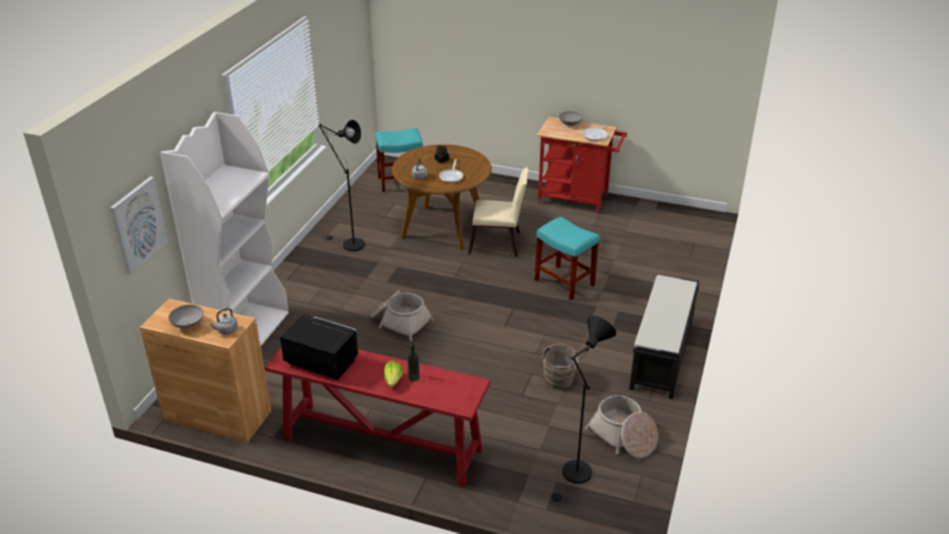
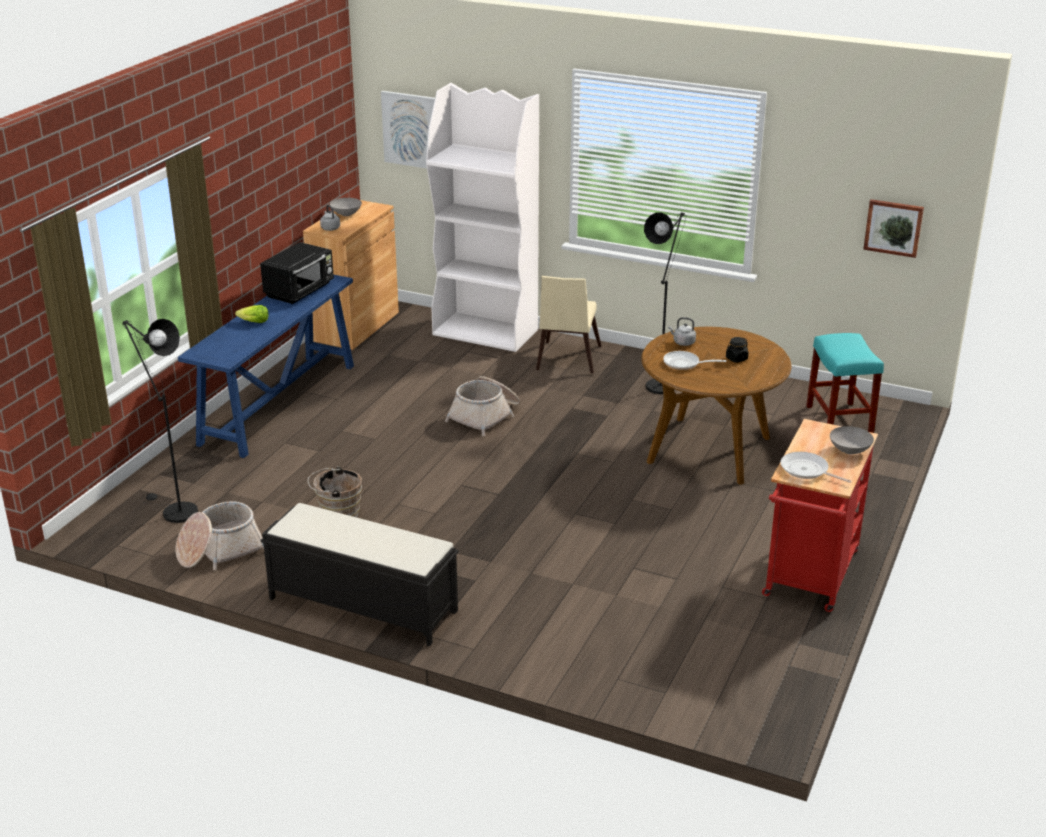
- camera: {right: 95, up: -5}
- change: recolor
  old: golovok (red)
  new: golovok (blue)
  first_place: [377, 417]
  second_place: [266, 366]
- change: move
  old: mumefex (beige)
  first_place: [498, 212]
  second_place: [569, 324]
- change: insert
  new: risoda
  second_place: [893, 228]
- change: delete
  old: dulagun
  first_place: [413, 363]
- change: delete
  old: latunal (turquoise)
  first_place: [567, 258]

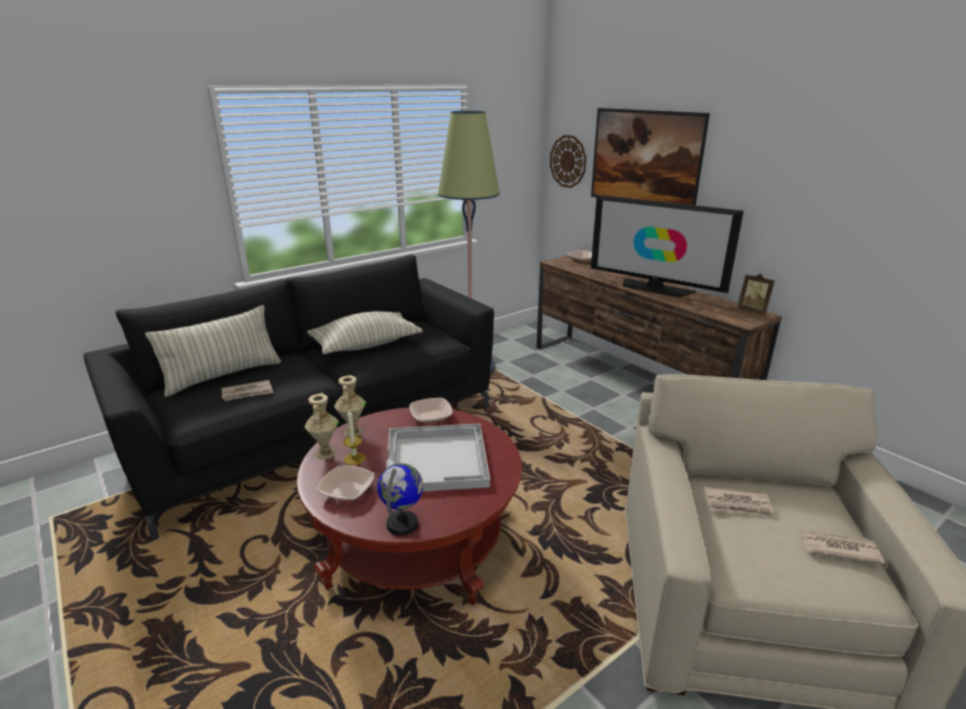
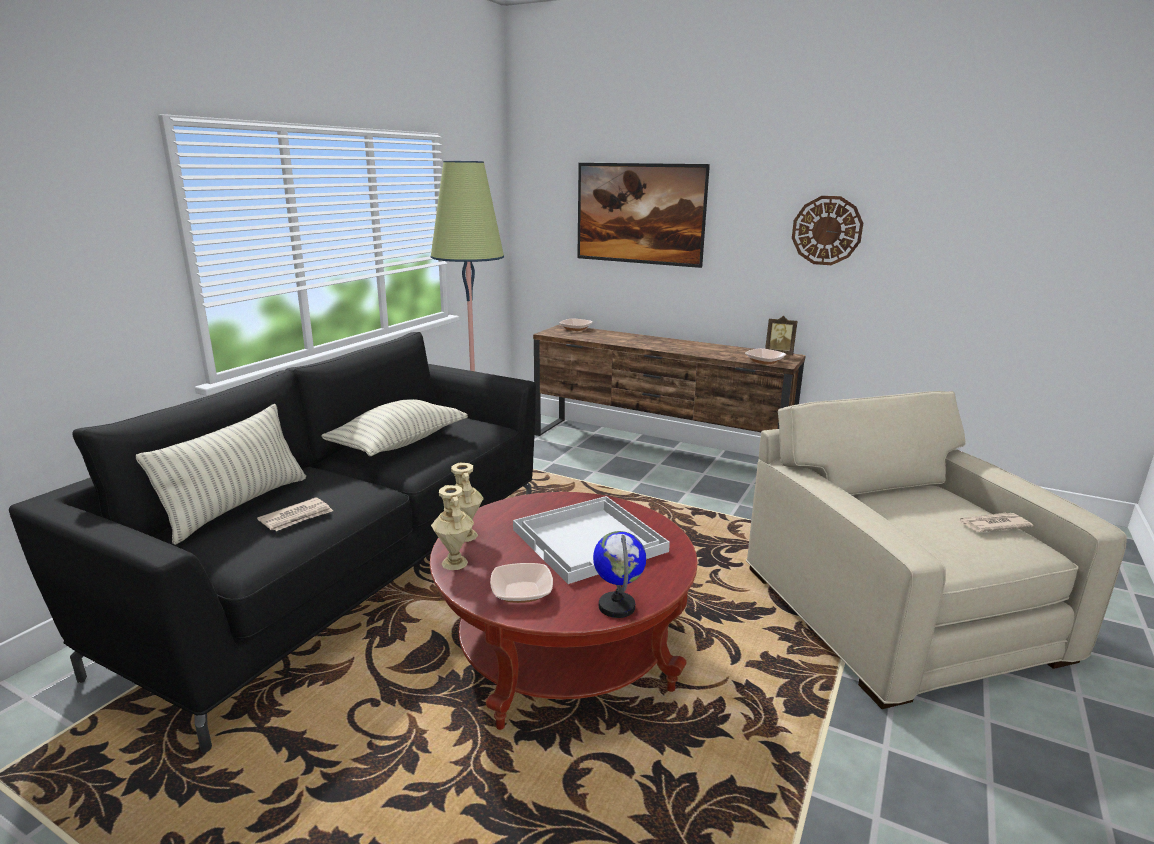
- camera: {right: -25, up: -5}
- change: move
  old: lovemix
  first_place: [431, 411]
  second_place: [765, 356]
- change: move
  old: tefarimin
  first_place: [568, 161]
  second_place: [827, 230]
- change: delete
  old: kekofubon
  first_place: [354, 437]
- change: delete
  old: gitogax
  first_place: [667, 246]
- change: delete
  old: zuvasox
  first_place: [739, 502]

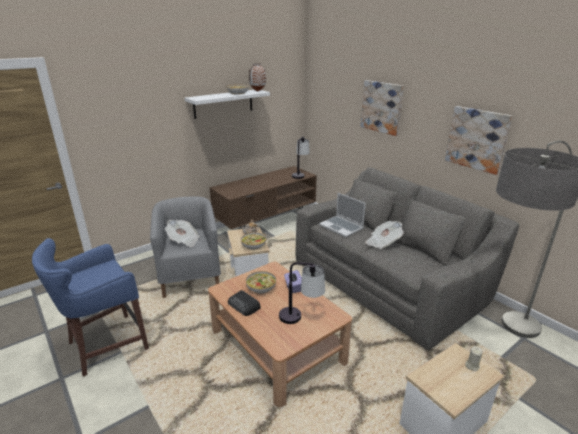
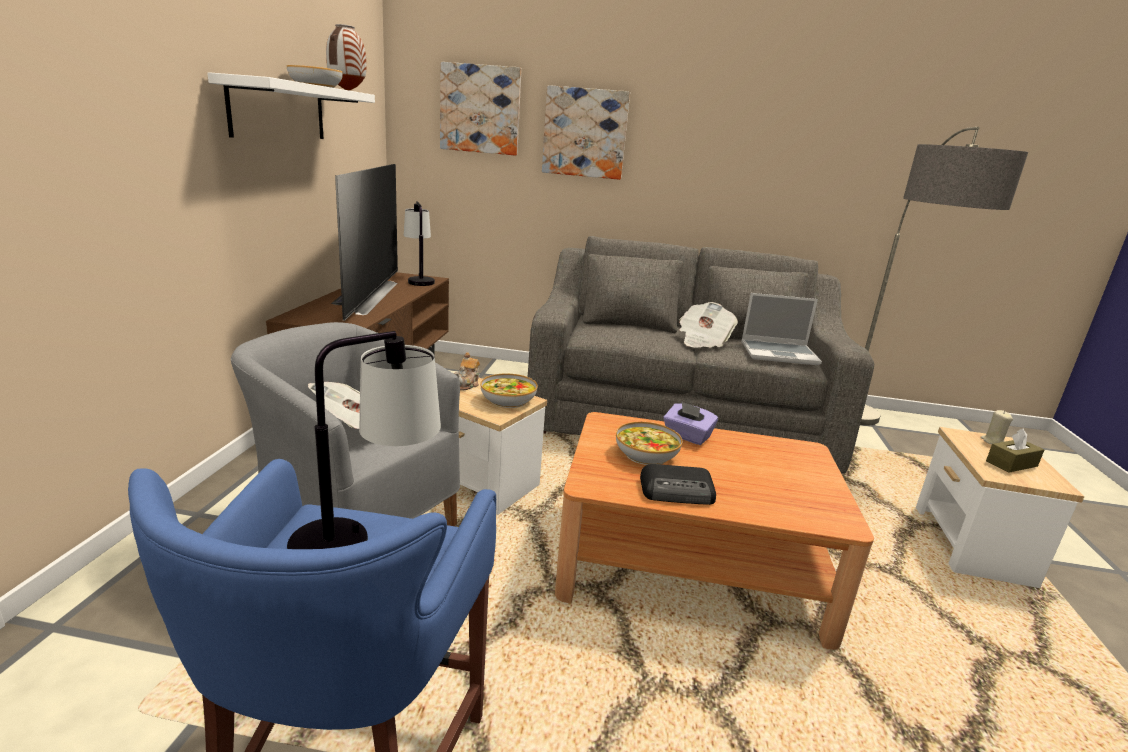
- camera: {right: -45, up: -5}
- change: move
  old: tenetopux
  first_place: [302, 293]
  second_place: [364, 440]
- change: insert
  new: gitogax
  second_place: [364, 242]
- change: move
  old: risoda
  first_place: [478, 140]
  second_place: [481, 108]
- change: move
  old: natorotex
  first_place: [342, 215]
  second_place: [781, 329]
- change: insert
  new: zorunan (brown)
  second_place: [1015, 450]

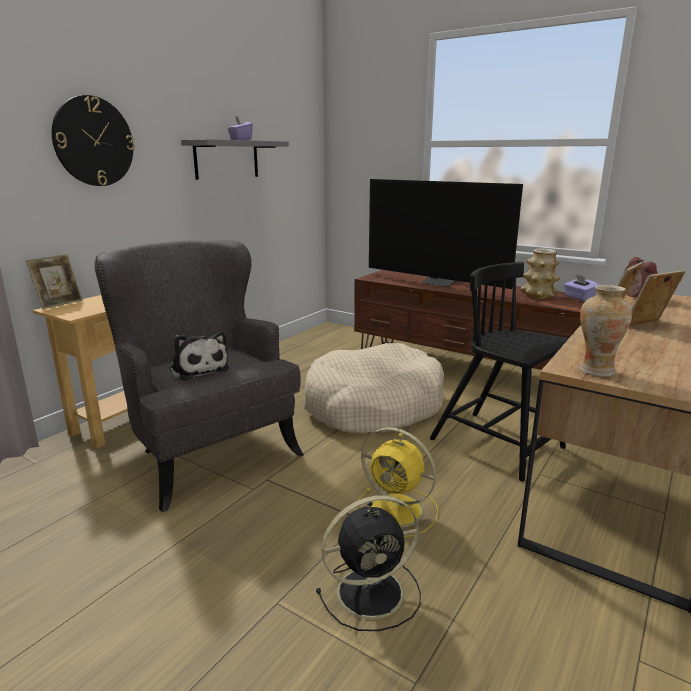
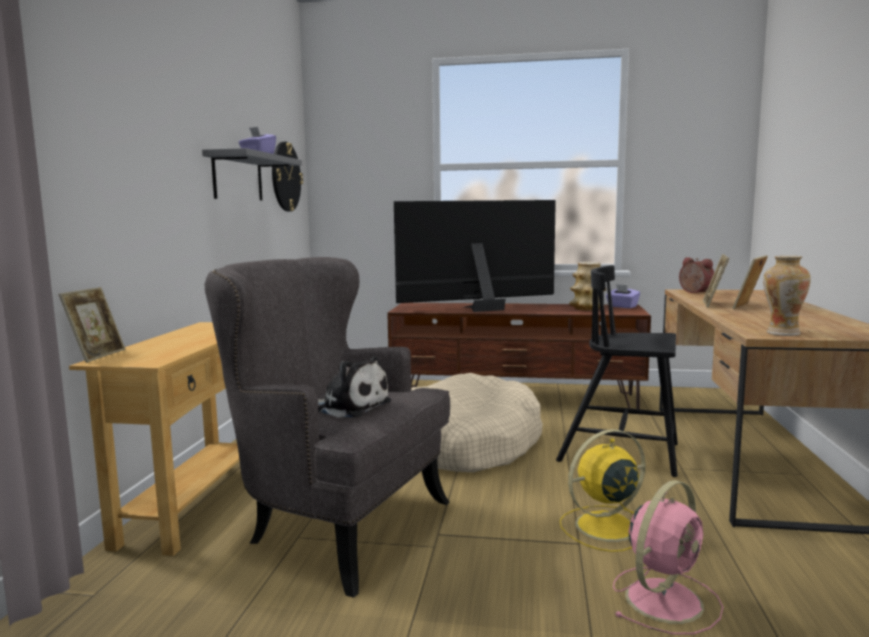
- camera: {right: -25, up: -10}
- change: move
  old: tefarimin
  first_place: [93, 140]
  second_place: [287, 177]
- change: rotate
  old: gitogax
  first_place: [446, 234]
  second_place: [475, 256]
  degrees: 150
- change: rotate
  old: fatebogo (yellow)
  first_place: [397, 482]
  second_place: [603, 490]
  degrees: 150
- change: recolor
  old: fatebogo (black)
  new: fatebogo (pink)
  first_place: [368, 563]
  second_place: [668, 557]

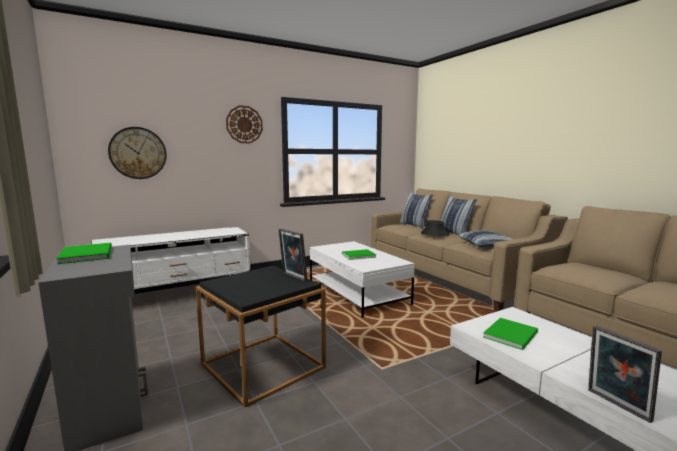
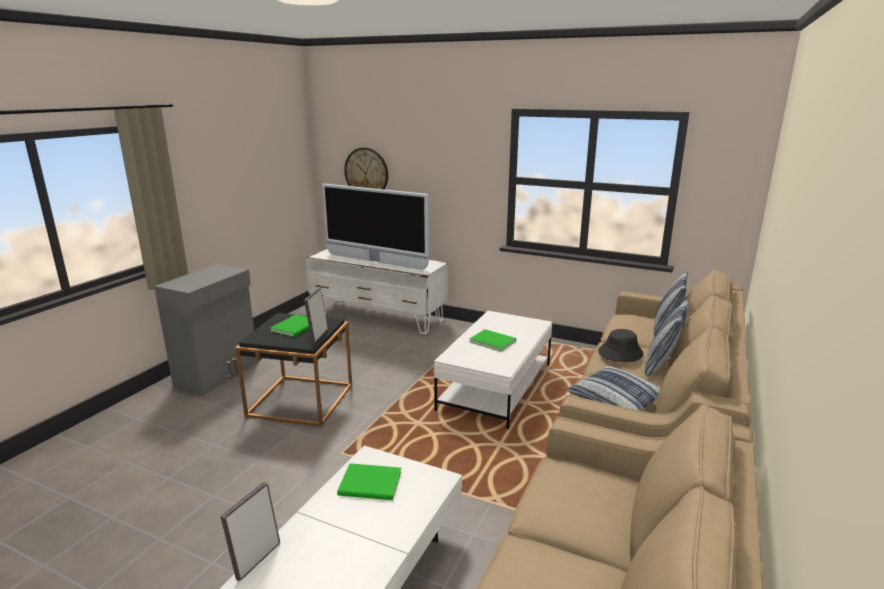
- camera: {right: 55, up: 10}
- change: move
  old: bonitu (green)
  first_place: [84, 253]
  second_place: [289, 325]
- change: insert
  new: gitogax
  second_place: [375, 227]
- change: delete
  old: tefarimin
  first_place: [244, 124]

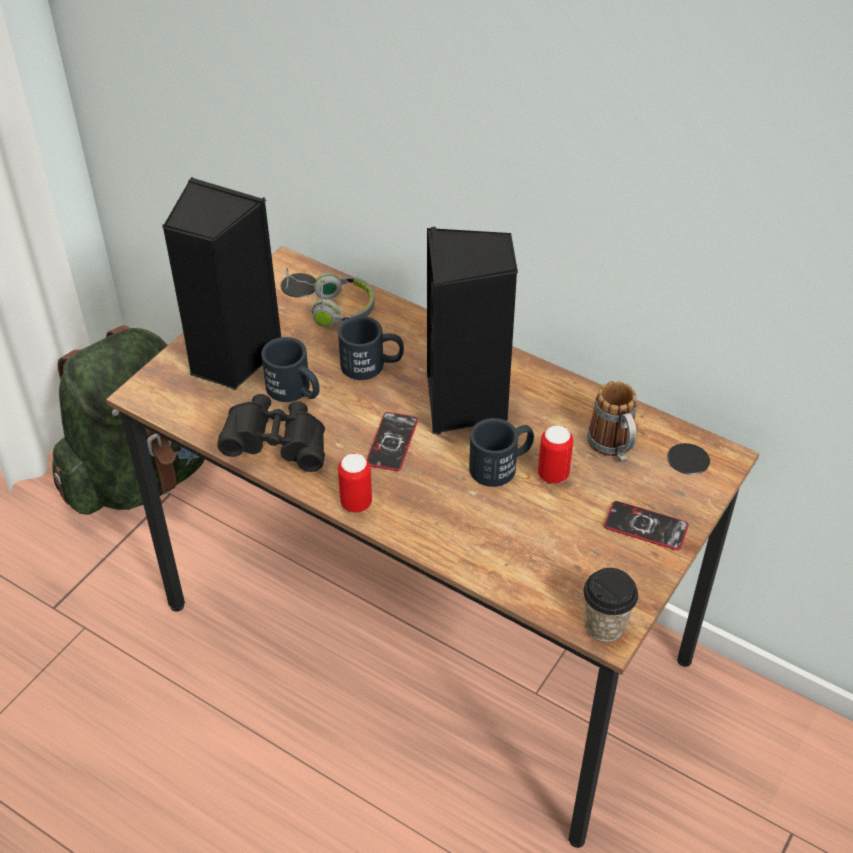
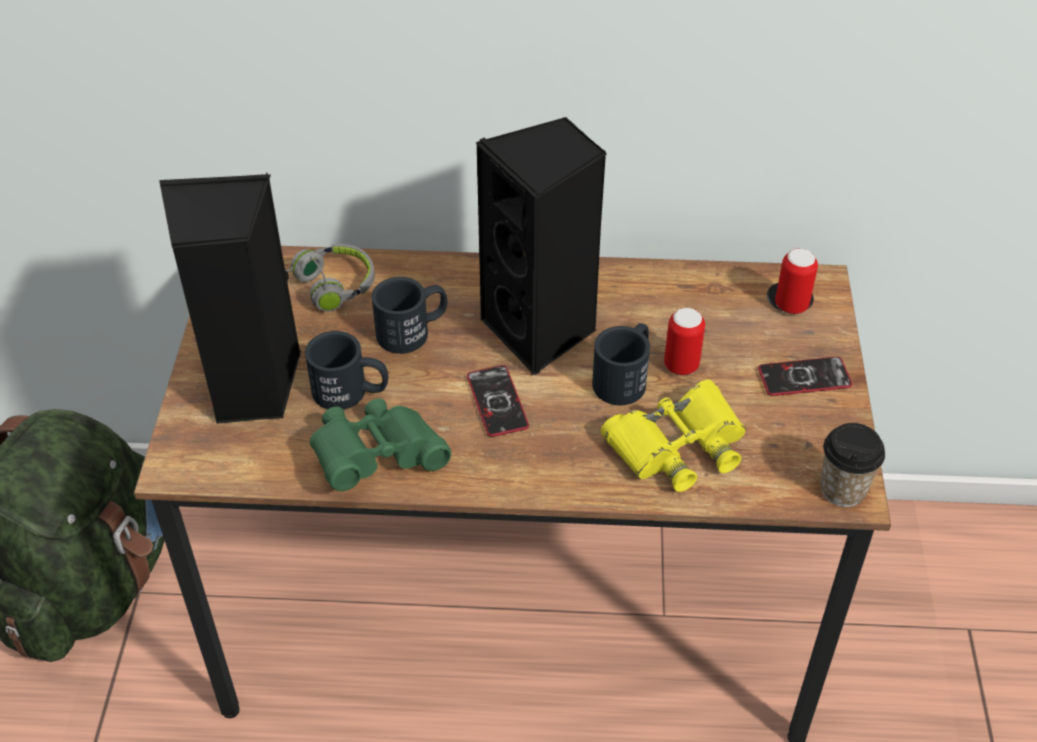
- camera: {right: -30, up: 0}
- change: recolor
  old: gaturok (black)
  new: gaturok (green)
  first_place: [271, 433]
  second_place: [380, 444]
- change: insert
  new: gaturok (yellow)
  second_place: [673, 436]
- change: move
  old: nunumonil
  first_place: [355, 482]
  second_place: [796, 281]
- change: delete
  old: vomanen
  first_place: [612, 421]

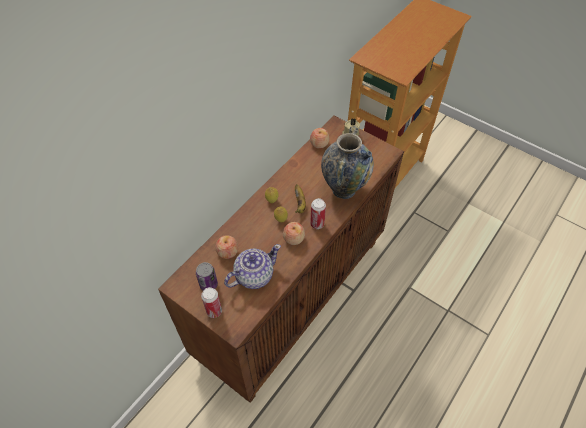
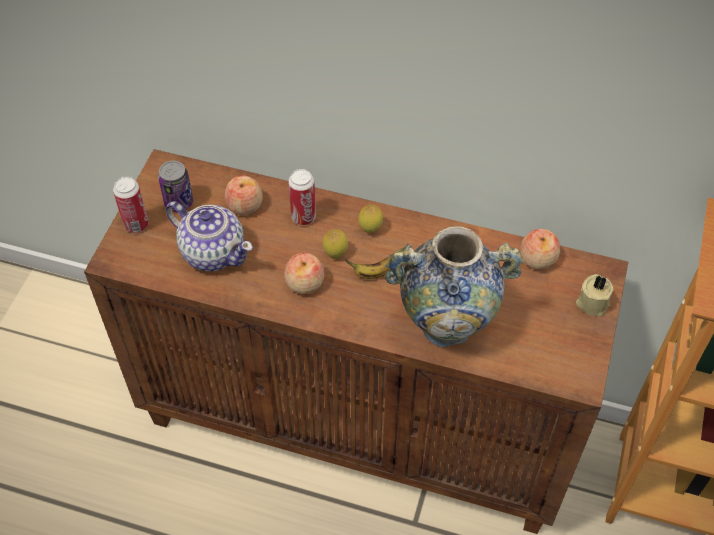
- camera: {right: 70, up: 0}
- change: move
  old: nunumonil
  first_place: [318, 213]
  second_place: [302, 197]

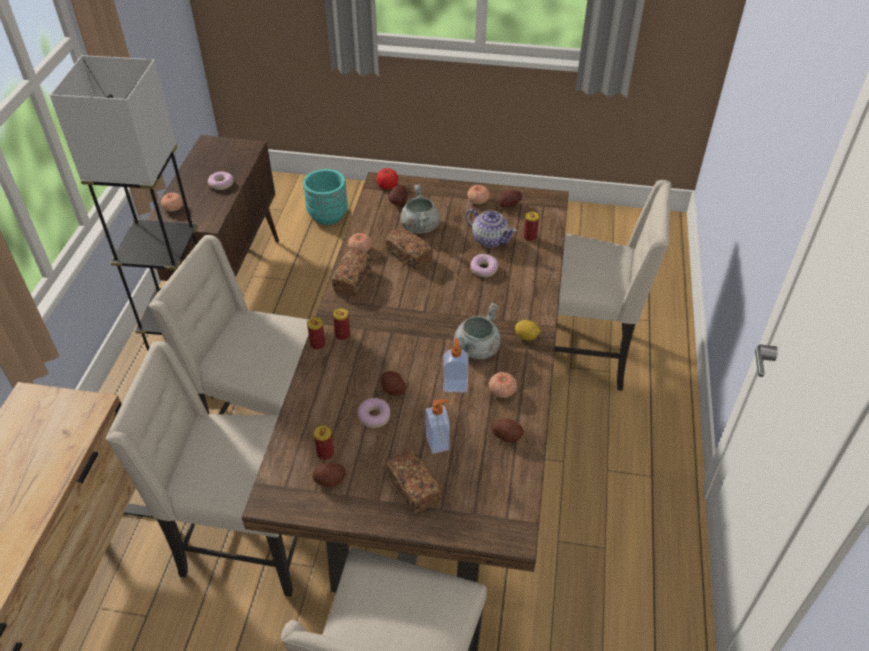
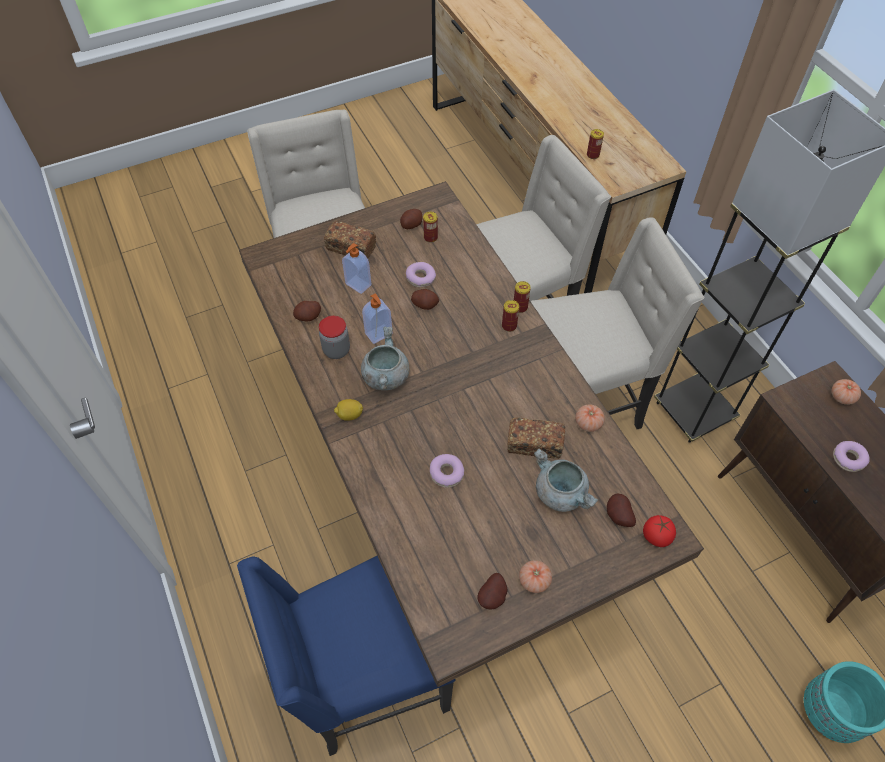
- camera: {right: 145, up: 10}
- change: recolor
  old: mumefex (beige)
  new: mumefex (blue)
  first_place: [613, 285]
  second_place: [346, 656]
- change: replace
  old: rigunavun
  new: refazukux
  first_place: [503, 385]
  second_place: [334, 337]
- change: move
  old: nunumonil
  first_place: [531, 227]
  second_place: [595, 144]
- change: delete
  old: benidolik
  first_place: [352, 273]
- change: delete
  old: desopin
  first_place: [491, 228]

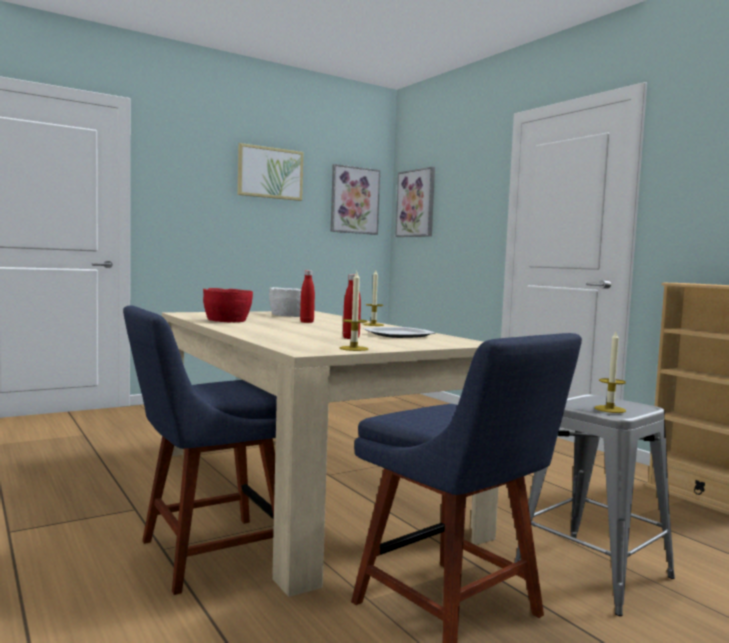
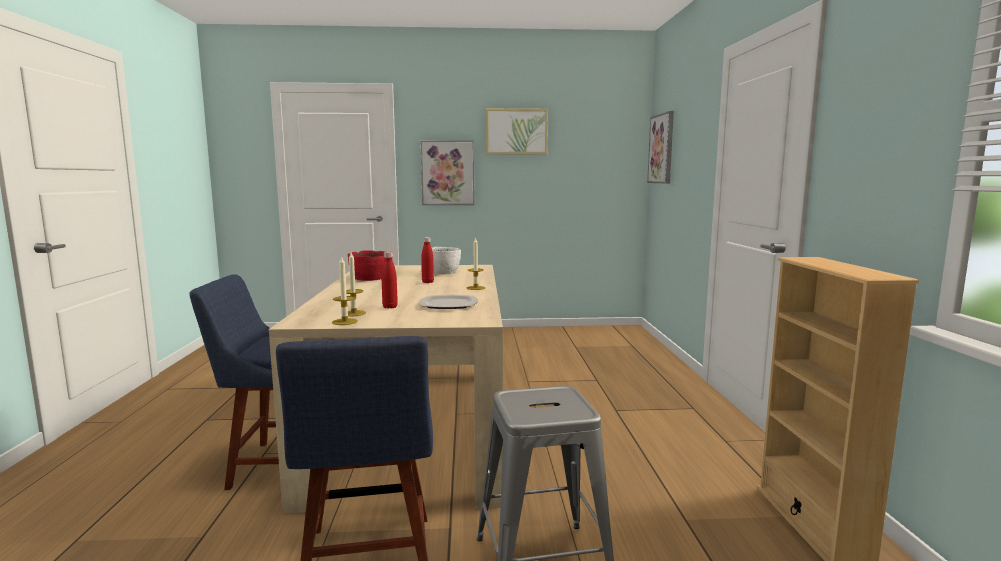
- camera: {right: 30, up: 5}
- change: move
  old: kekofubon
  first_place: [610, 372]
  second_place: [356, 284]
- change: move
  old: risoda
  first_place: [355, 199]
  second_place: [447, 172]

